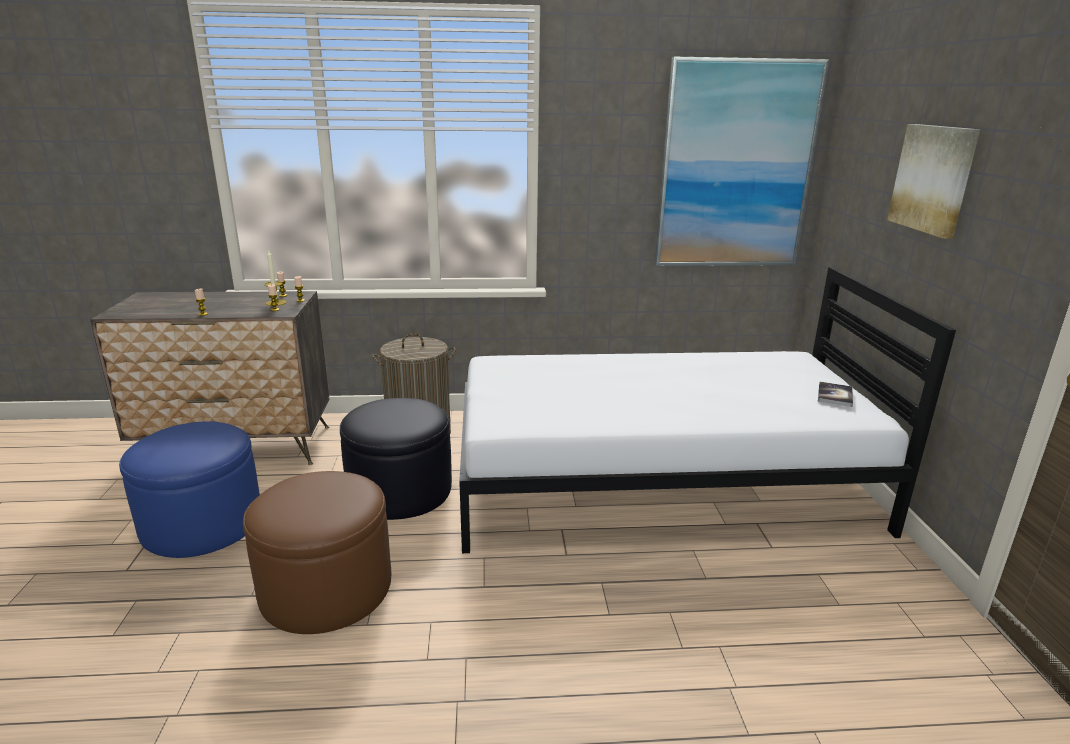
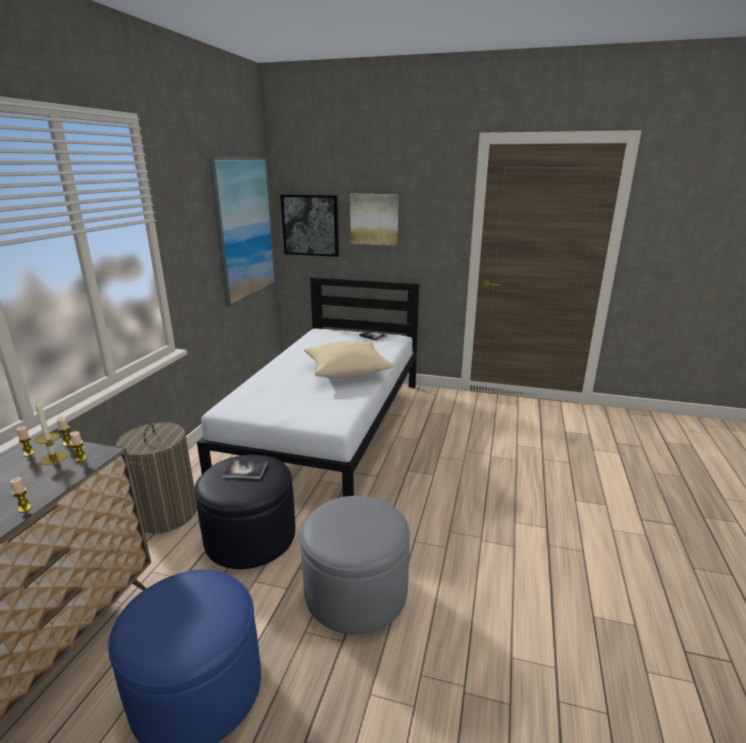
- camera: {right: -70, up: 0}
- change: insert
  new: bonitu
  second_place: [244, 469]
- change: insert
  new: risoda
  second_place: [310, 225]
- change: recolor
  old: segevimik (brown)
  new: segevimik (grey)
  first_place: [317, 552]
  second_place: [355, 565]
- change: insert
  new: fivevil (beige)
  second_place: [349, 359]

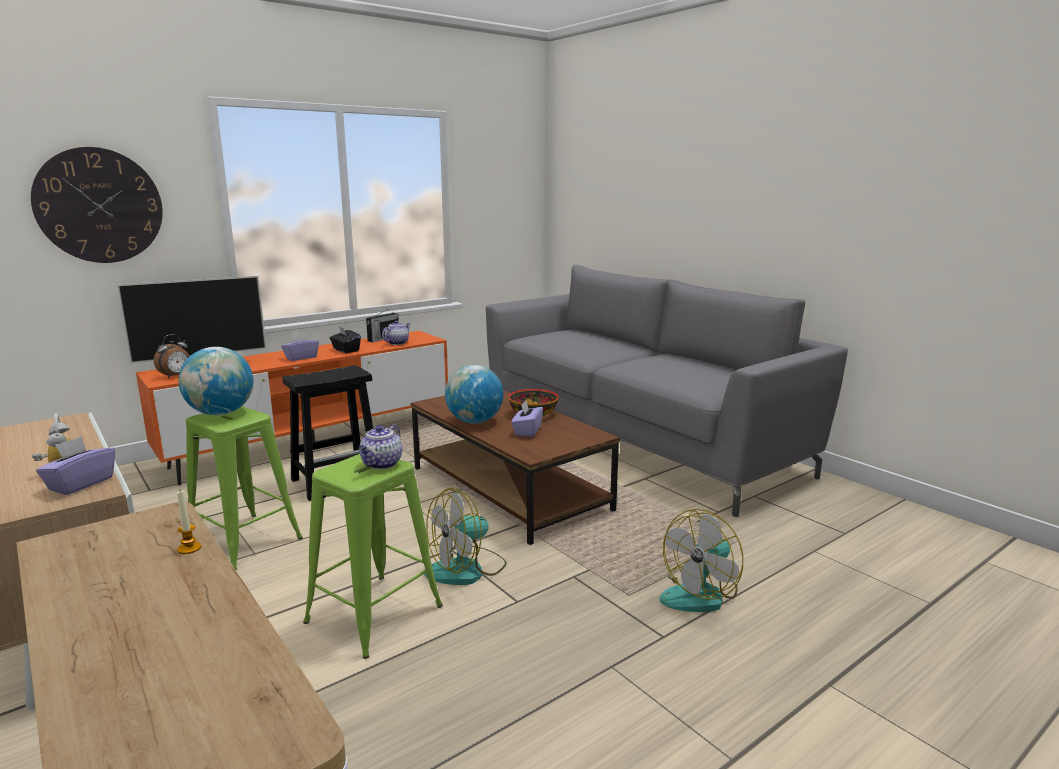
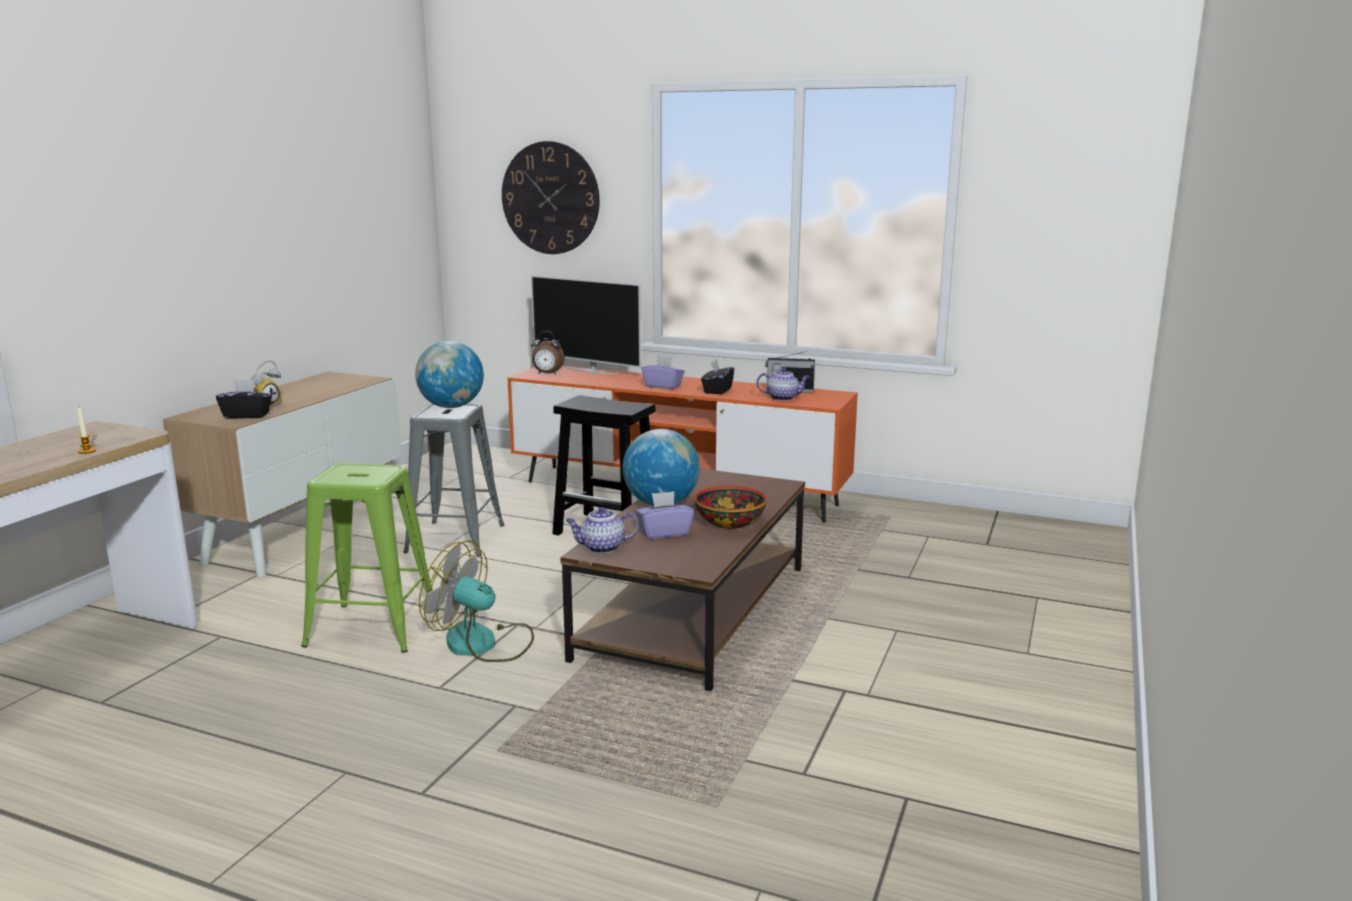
- camera: {right: 60, up: 0}
- change: recolor
  old: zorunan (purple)
  new: zorunan (black)
  first_place: [75, 465]
  second_place: [244, 399]
- change: recolor
  old: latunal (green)
  new: latunal (grey)
  first_place: [244, 488]
  second_place: [453, 480]
- change: move
  old: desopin
  first_place: [381, 446]
  second_place: [602, 530]
- change: delete
  old: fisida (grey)
  first_place: [667, 391]
- change: delete
  old: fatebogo
  first_place: [701, 560]

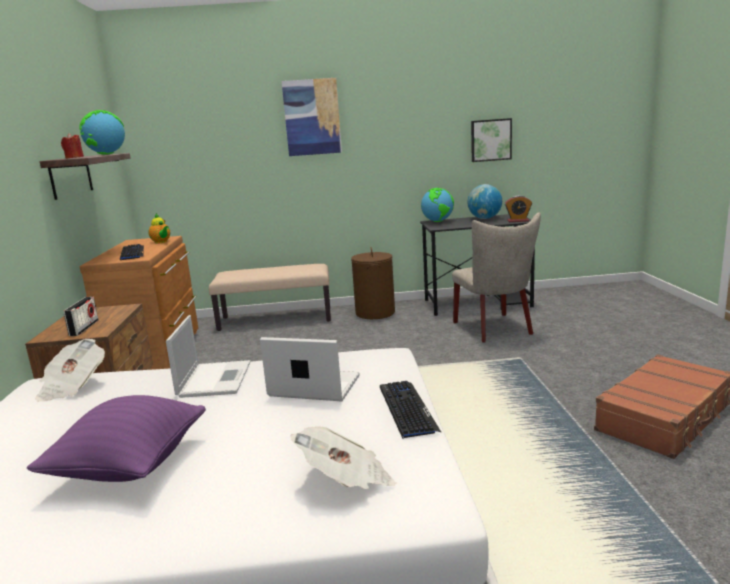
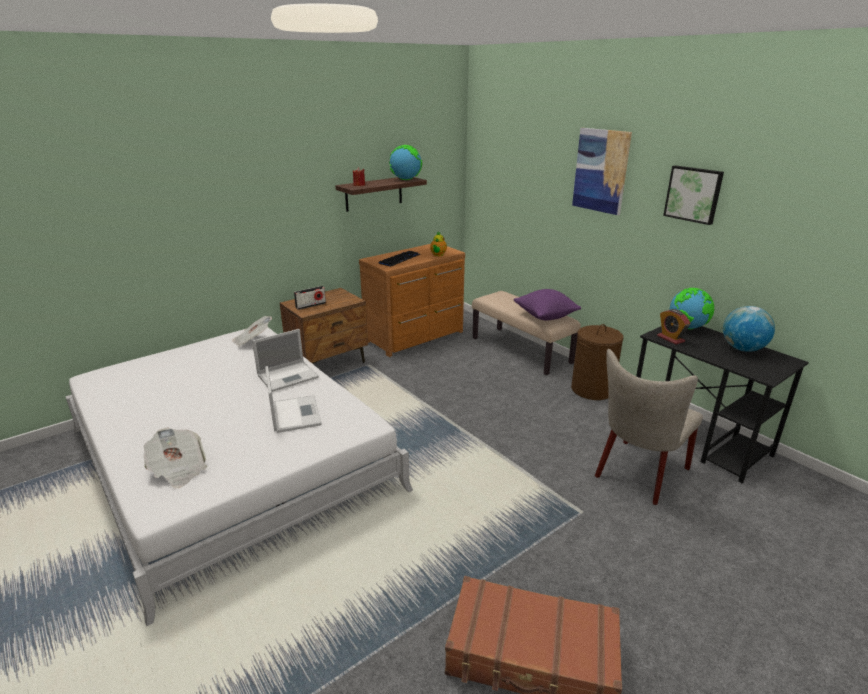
- camera: {right: 55, up: 10}
- change: move
  old: fivevil (purple)
  first_place: [116, 438]
  second_place: [547, 304]
- change: move
  old: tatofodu
  first_place: [518, 208]
  second_place: [673, 327]
- change: move
  old: risoda
  first_place: [491, 140]
  second_place: [693, 195]
- change: delete
  old: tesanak
  first_place: [410, 409]

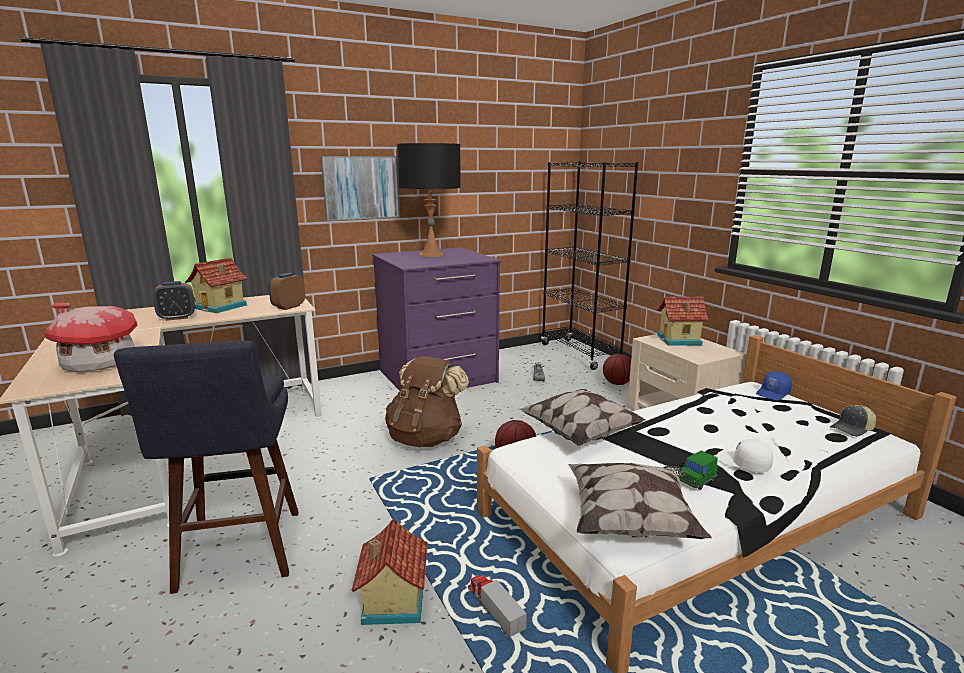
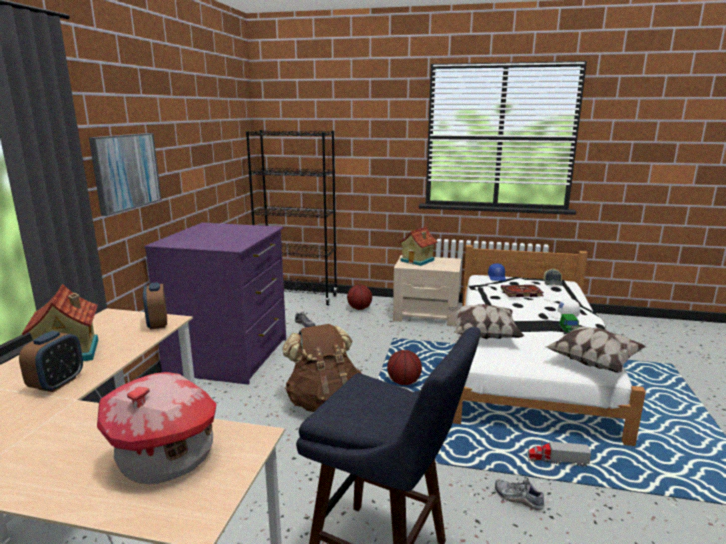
- camera: {right: -50, up: 0}
- change: replace
  old: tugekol
  new: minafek
  first_place: [390, 571]
  second_place: [520, 493]
- change: insert
  new: bonitu
  second_place: [522, 291]
- change: delete
  old: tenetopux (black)
  first_place: [429, 200]

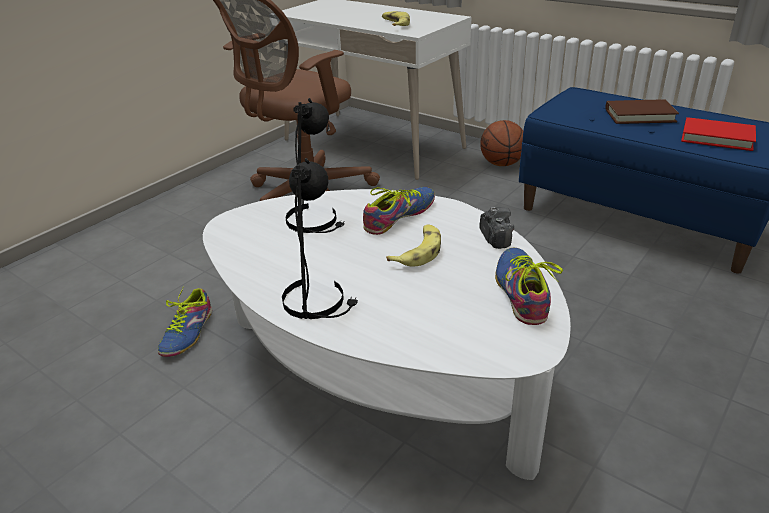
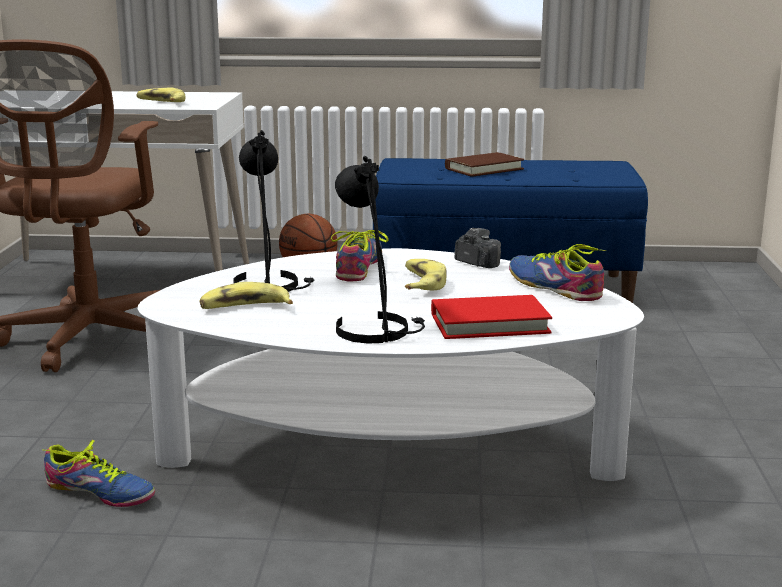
- camera: {right: -35, up: -15}
- change: rotate
  old: minafek
  first_place: [185, 321]
  second_place: [99, 473]
  degrees: -45
- change: insert
  new: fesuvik
  second_place: [246, 295]
- change: move
  old: bonitu (red)
  first_place: [718, 134]
  second_place: [491, 317]

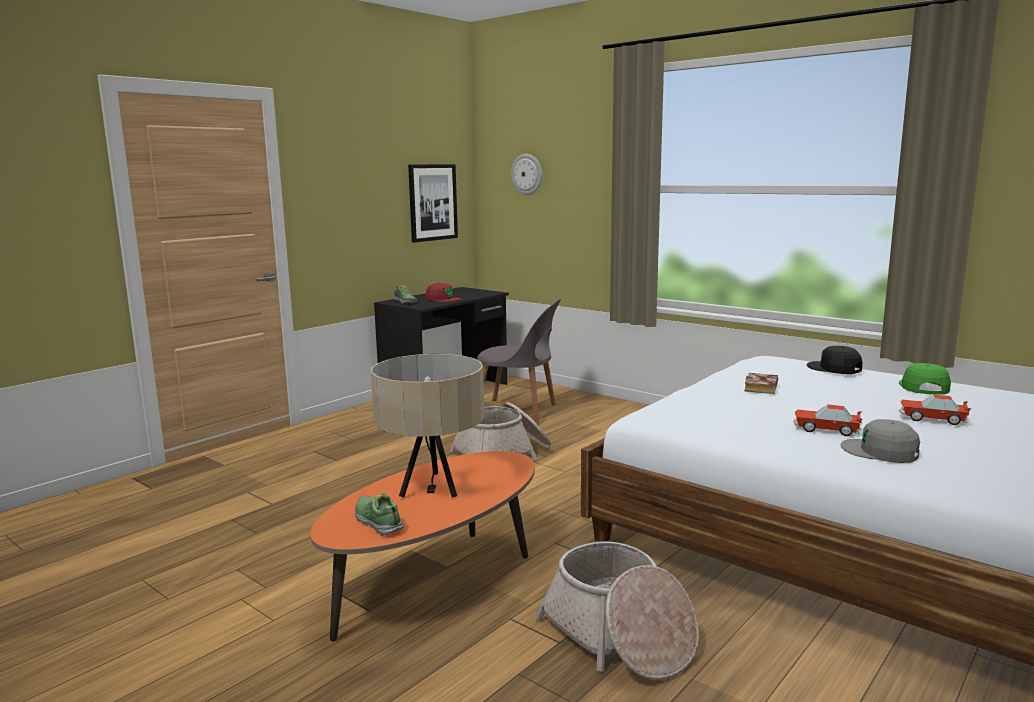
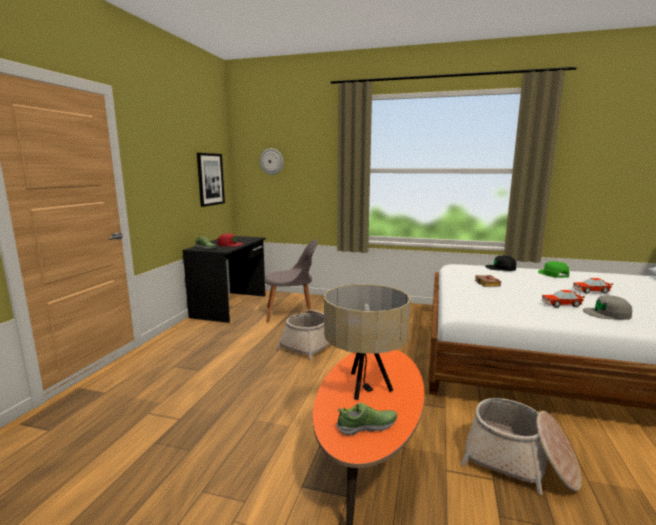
- camera: {right: -25, up: 0}
- change: rotate
  old: minafek
  first_place: [379, 514]
  second_place: [366, 419]
  degrees: 135

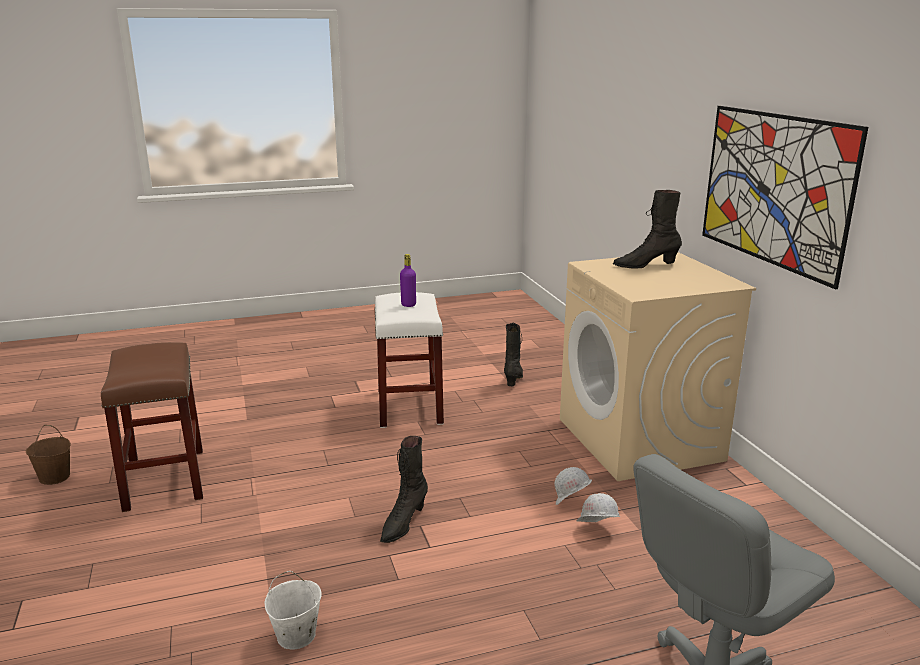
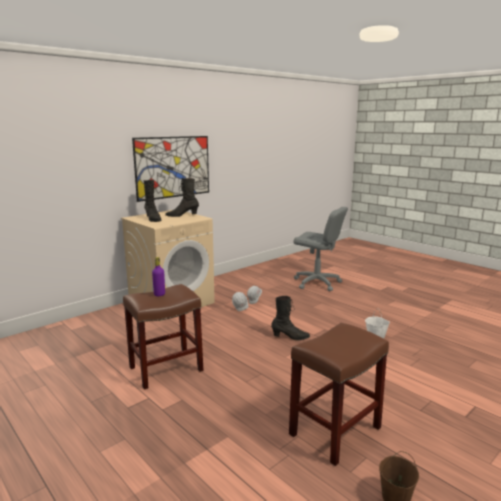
- camera: {right: -115, up: -5}
- change: recolor
  old: latunal (white)
  new: latunal (brown)
  first_place: [409, 360]
  second_place: [163, 337]
- change: move
  old: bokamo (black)
  first_place: [513, 354]
  second_place: [182, 197]

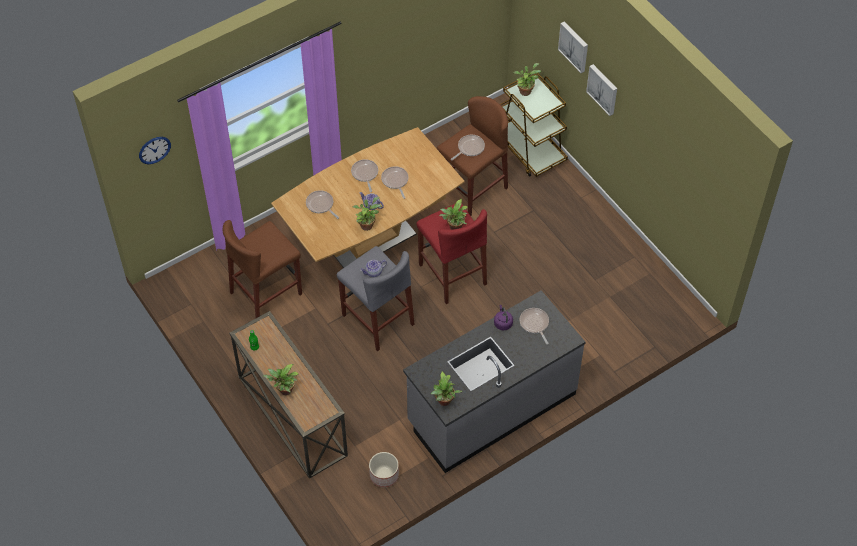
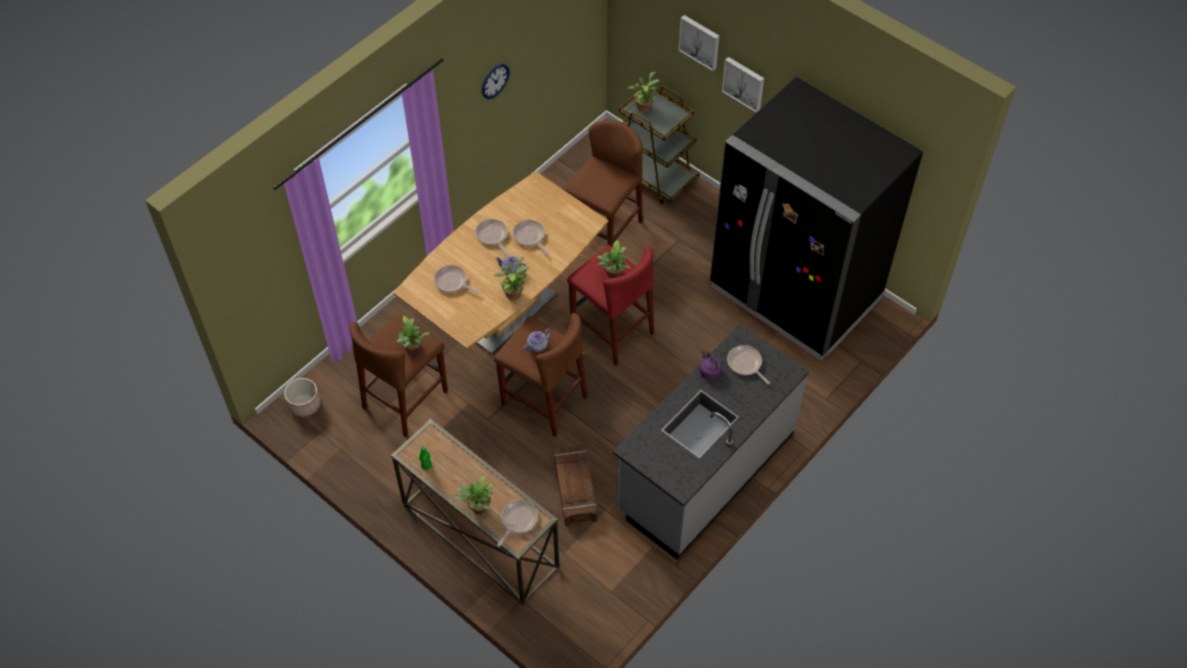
- camera: {right: -15, up: 0}
- change: move
  old: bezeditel
  first_place: [384, 469]
  second_place: [302, 397]
- change: move
  old: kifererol
  first_place: [446, 388]
  second_place: [413, 335]
- change: move
  old: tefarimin
  first_place: [155, 150]
  second_place: [496, 81]
- change: recolor
  old: latunal (grey)
  new: latunal (brown)
  first_place: [376, 298]
  second_place: [541, 375]
- change: move
  old: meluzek
  first_place: [468, 147]
  second_place: [517, 523]
- change: insert
  new: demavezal
  second_place: [575, 485]
- change: insert
  new: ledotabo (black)
  second_place: [816, 218]

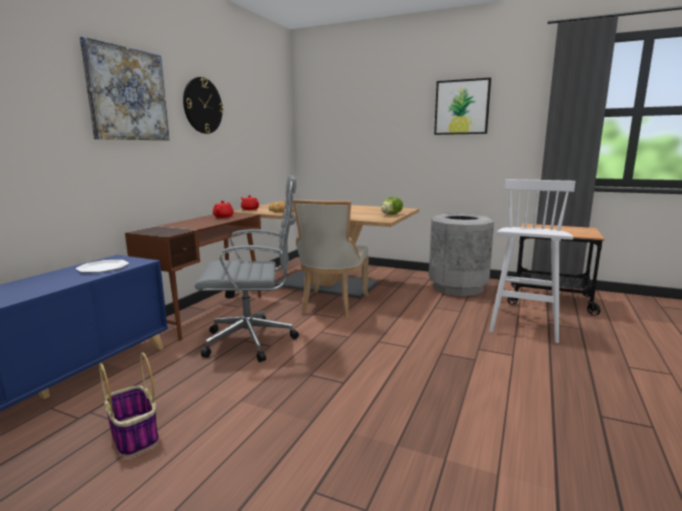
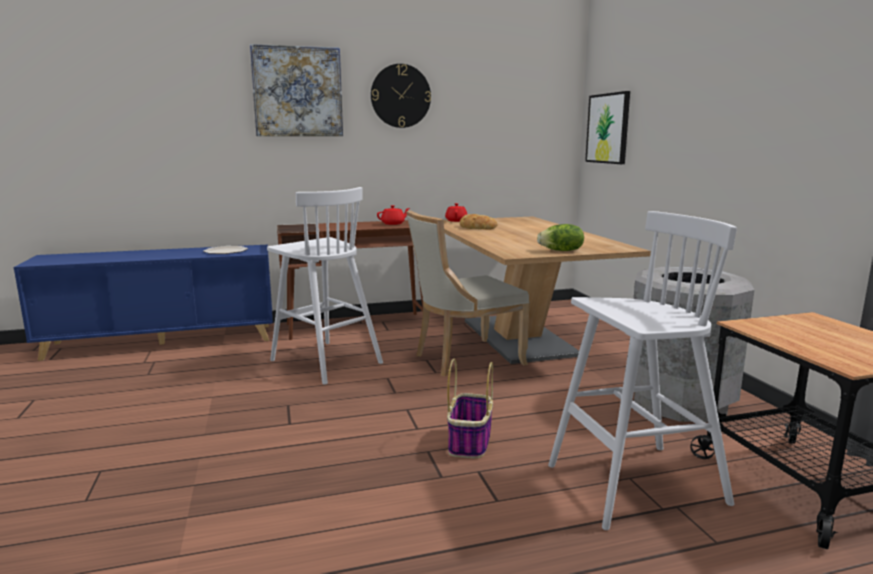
- camera: {right: 50, up: 0}
- change: replace
  old: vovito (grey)
  new: latunal (white)
  first_place: [247, 268]
  second_place: [325, 286]
- change: move
  old: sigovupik
  first_place: [129, 405]
  second_place: [470, 408]
- change: move
  old: risoda
  first_place: [462, 106]
  second_place: [607, 127]

